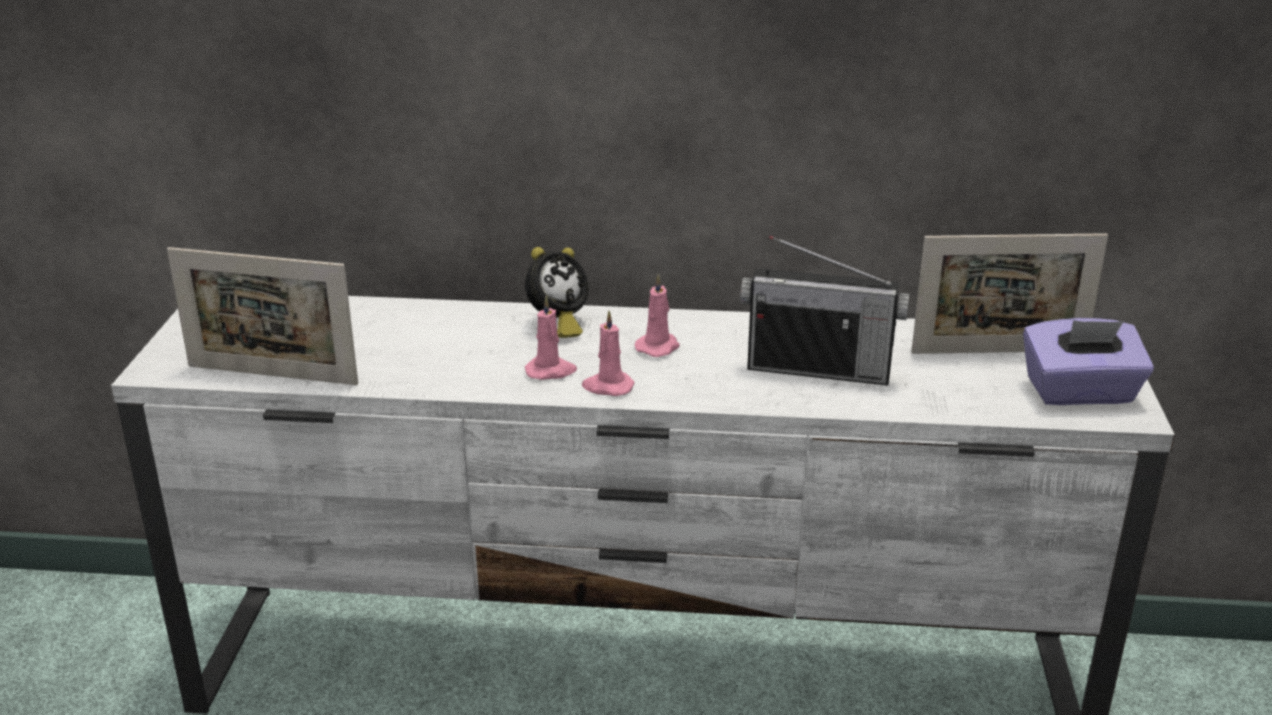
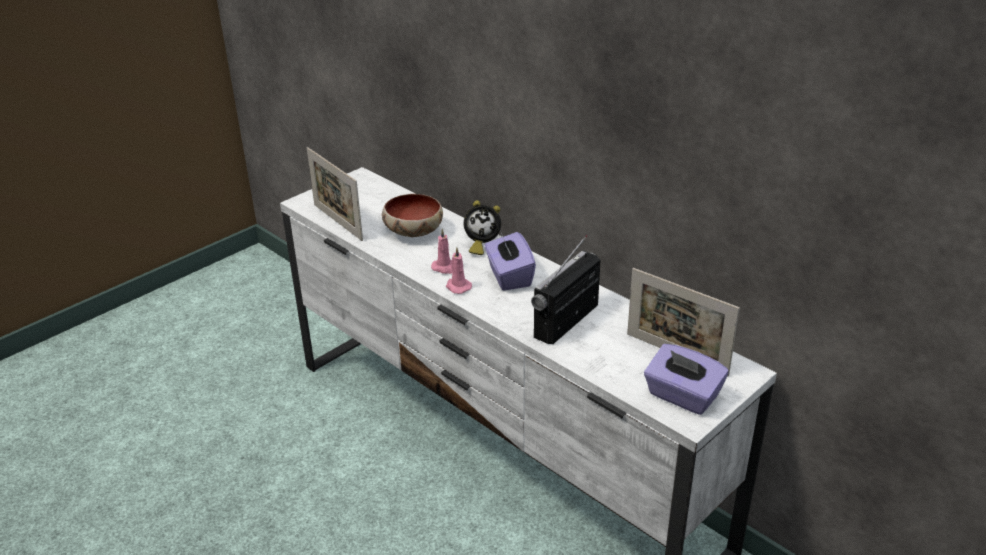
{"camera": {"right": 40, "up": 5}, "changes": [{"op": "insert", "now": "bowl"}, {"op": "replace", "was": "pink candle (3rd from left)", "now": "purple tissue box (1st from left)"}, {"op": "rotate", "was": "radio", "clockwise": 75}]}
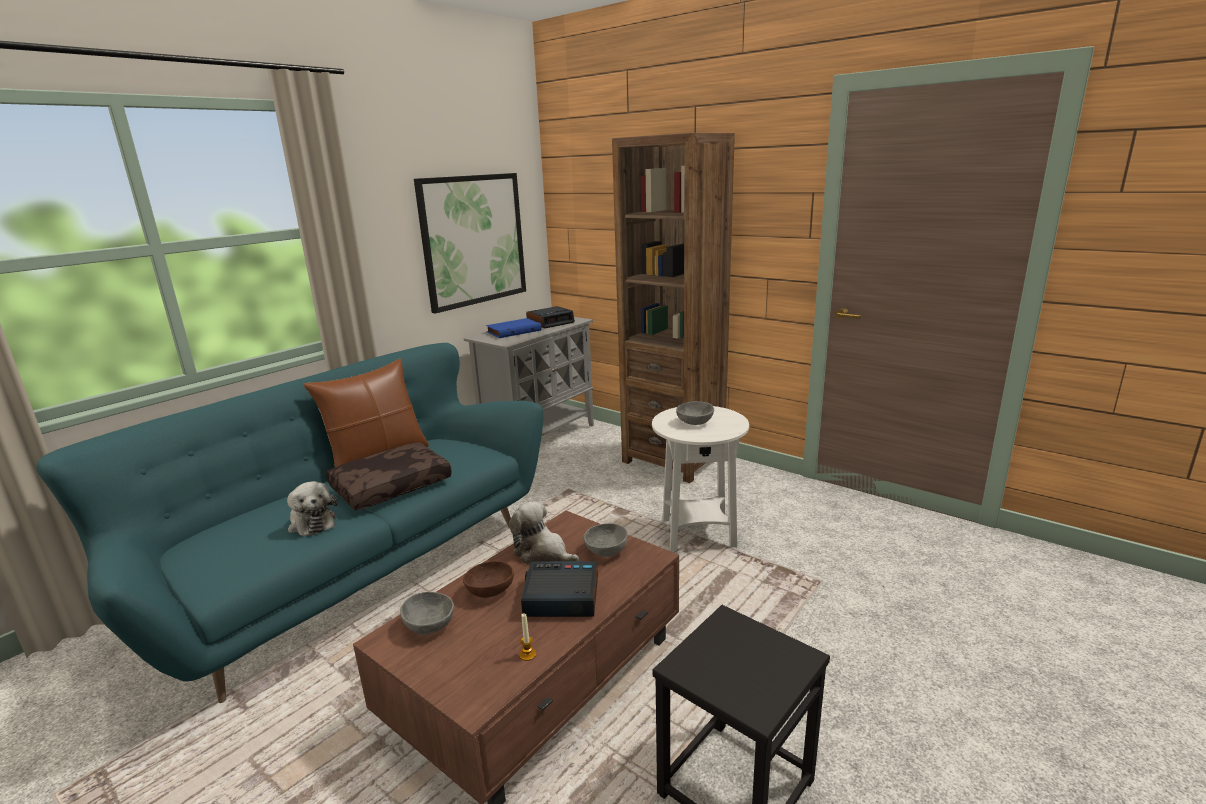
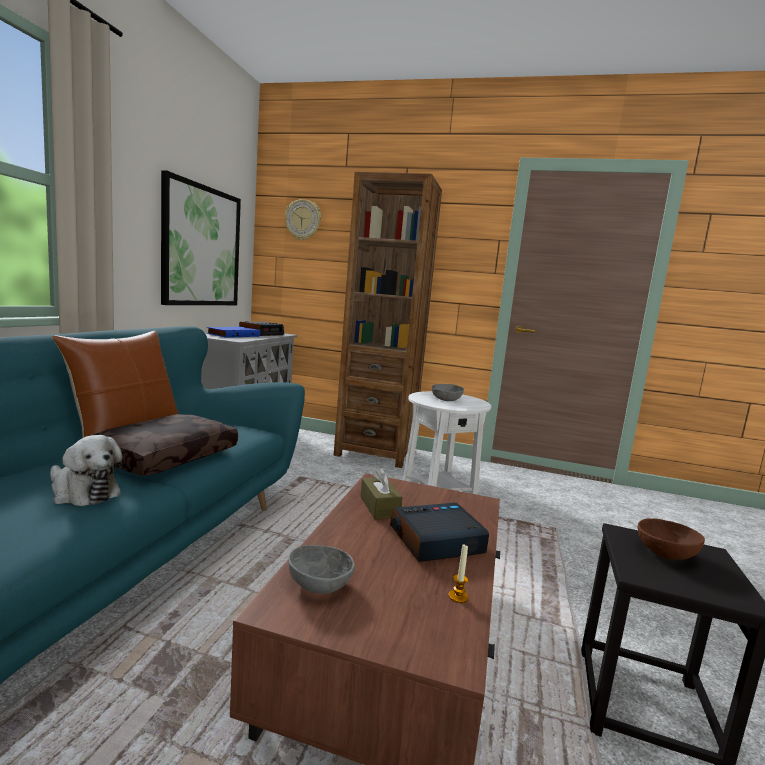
{"camera": {"right": -25, "up": -10}, "changes": [{"op": "delete", "was": "grey bowl (2nd from left)"}, {"op": "insert", "now": "wall clock"}, {"op": "move", "was": "brown bowl"}, {"op": "replace", "was": "plush toy (2nd from left)", "now": "brown tissue box"}]}
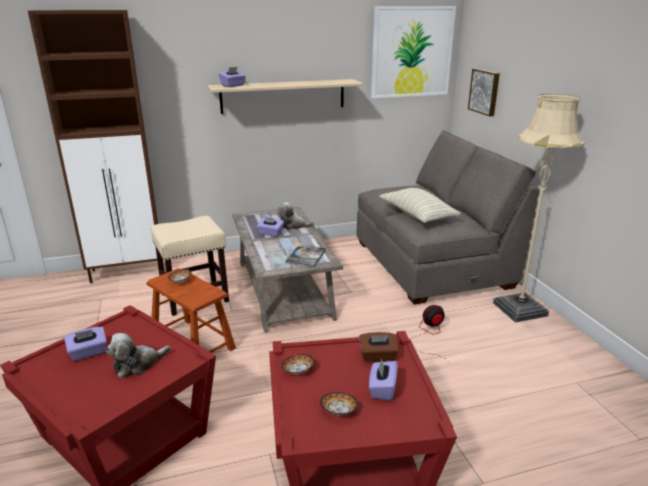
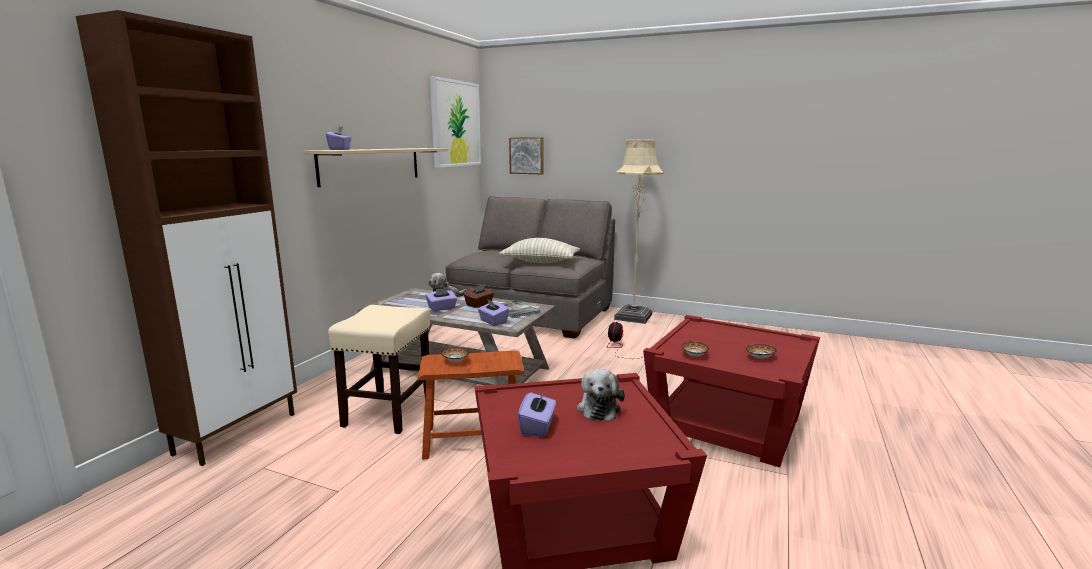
{"camera": {"right": -50, "up": -10}, "changes": [{"op": "move", "was": "brown tissue box"}, {"op": "move", "was": "purple tissue box (4th from left in the first image)", "now": "purple tissue box (3rd from left)"}]}
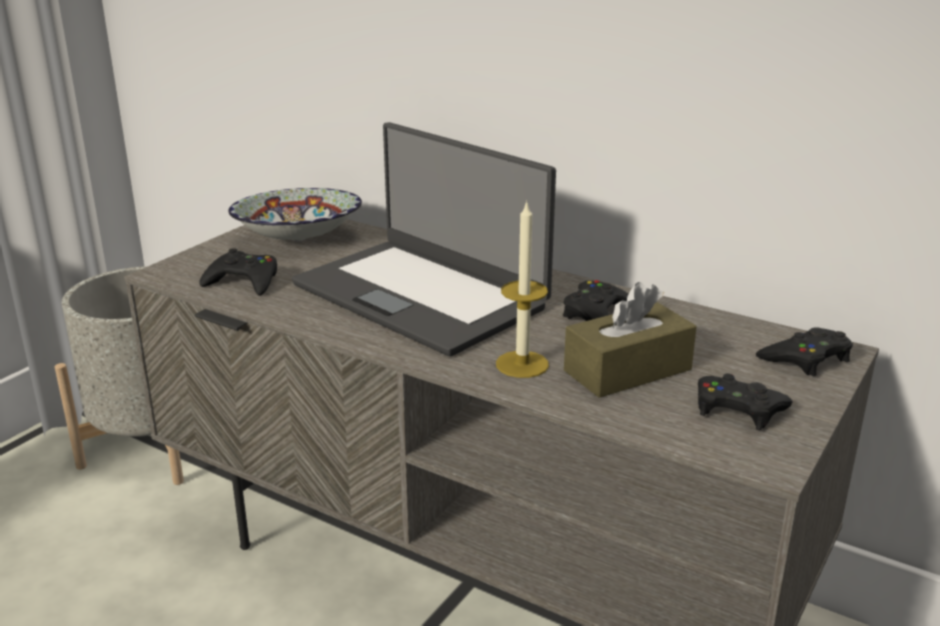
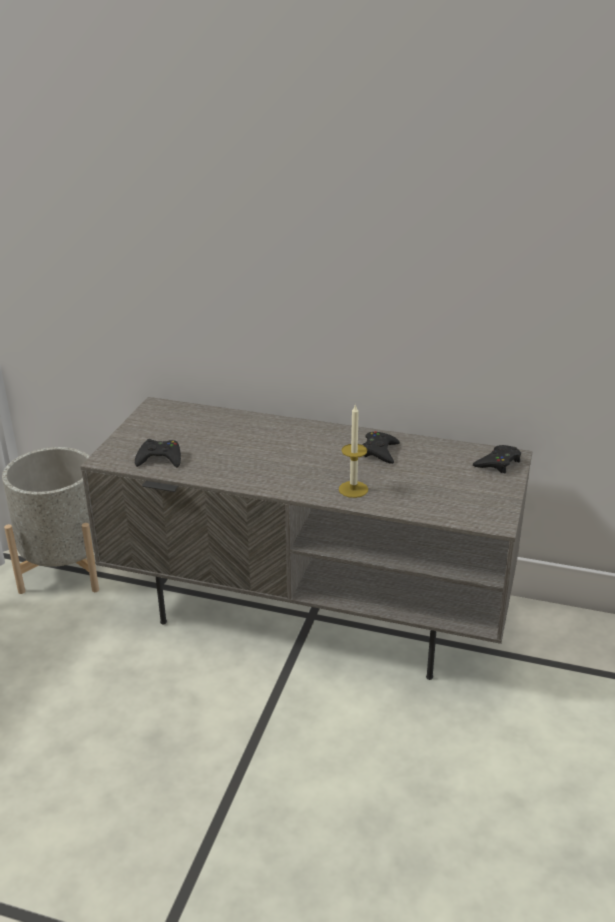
{"camera": {"right": -15, "up": 5}, "changes": [{"op": "delete", "was": "bowl"}, {"op": "delete", "was": "laptop"}, {"op": "delete", "was": "brown tissue box"}, {"op": "delete", "was": "black game controller (3rd from left)"}]}
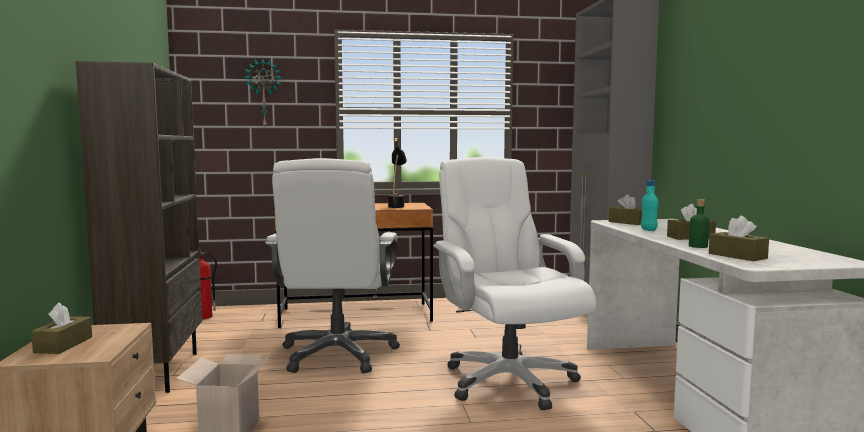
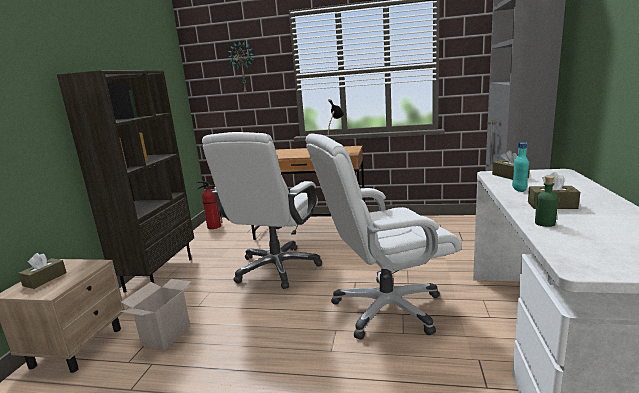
{"camera": {"right": 20, "up": 10}, "changes": [{"op": "delete", "was": "brown tissue box (4th from left)"}, {"op": "rotate", "was": "white office chair (2nd from left)", "clockwise": -105}]}
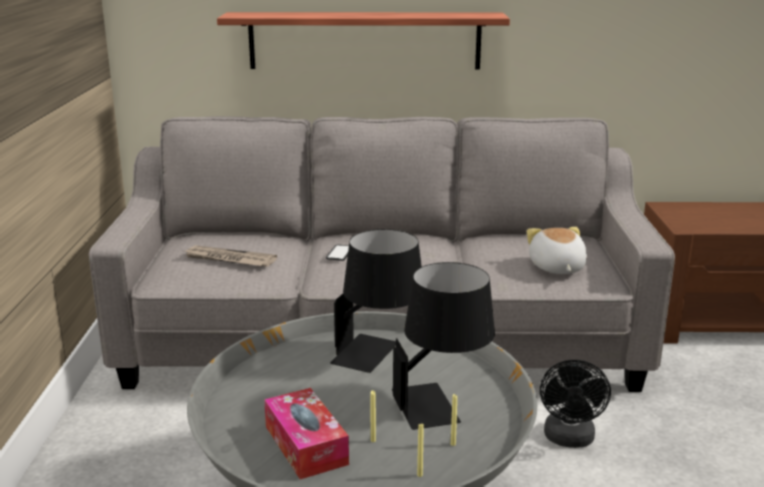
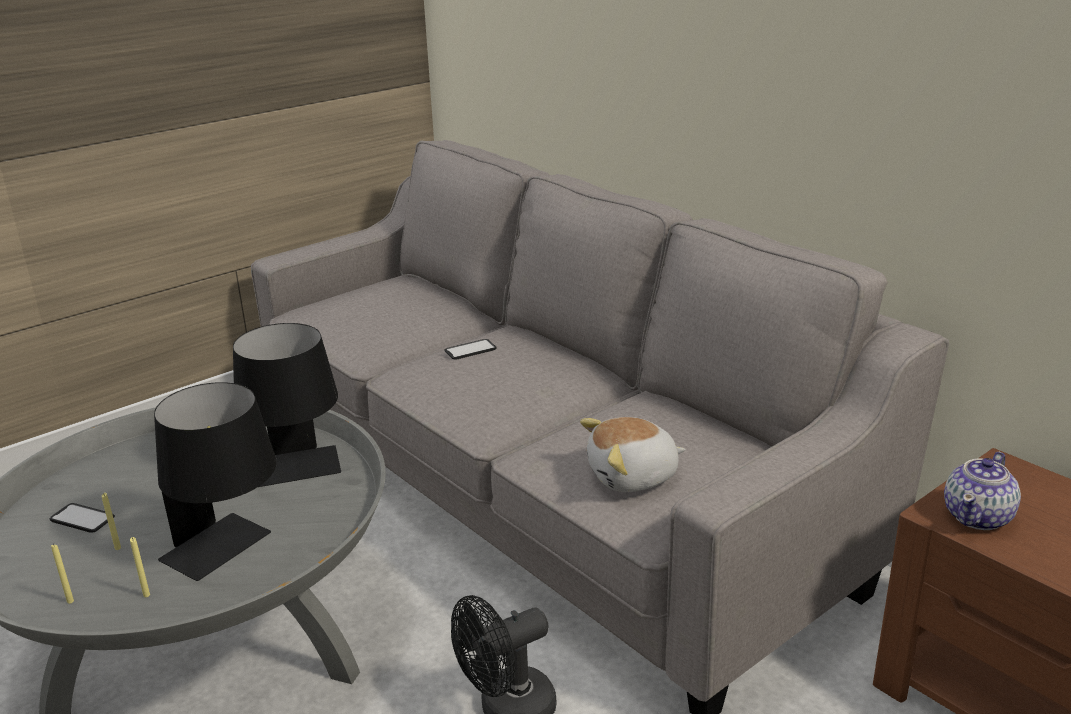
{"camera": {"right": 50, "up": 5}, "changes": [{"op": "delete", "was": "newspaper"}, {"op": "delete", "was": "shelf"}, {"op": "insert", "now": "teapot"}, {"op": "replace", "was": "tissue box", "now": "phone (1st from left)"}, {"op": "rotate", "was": "plush toy", "clockwise": -150}]}
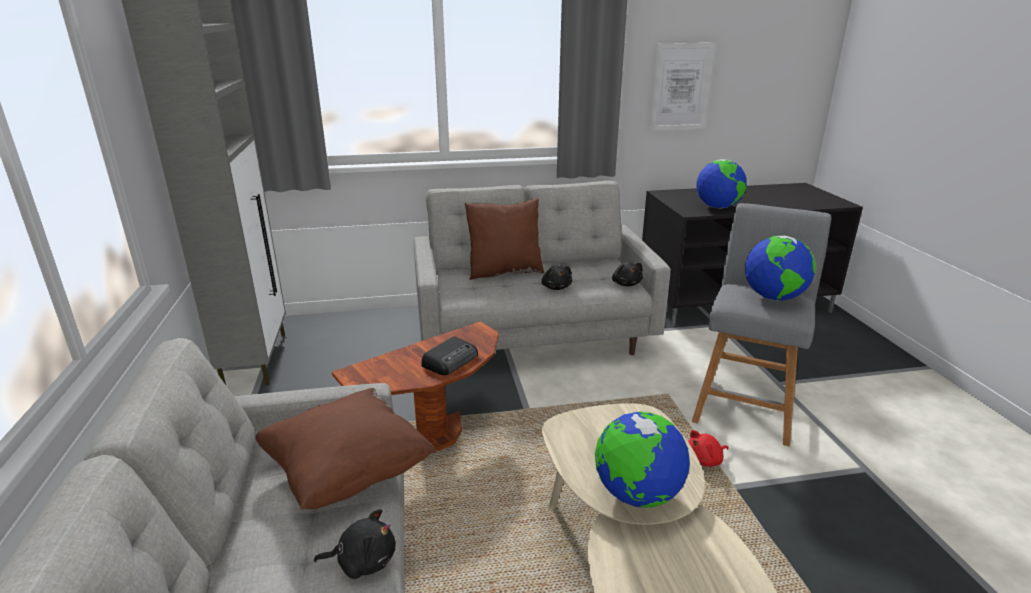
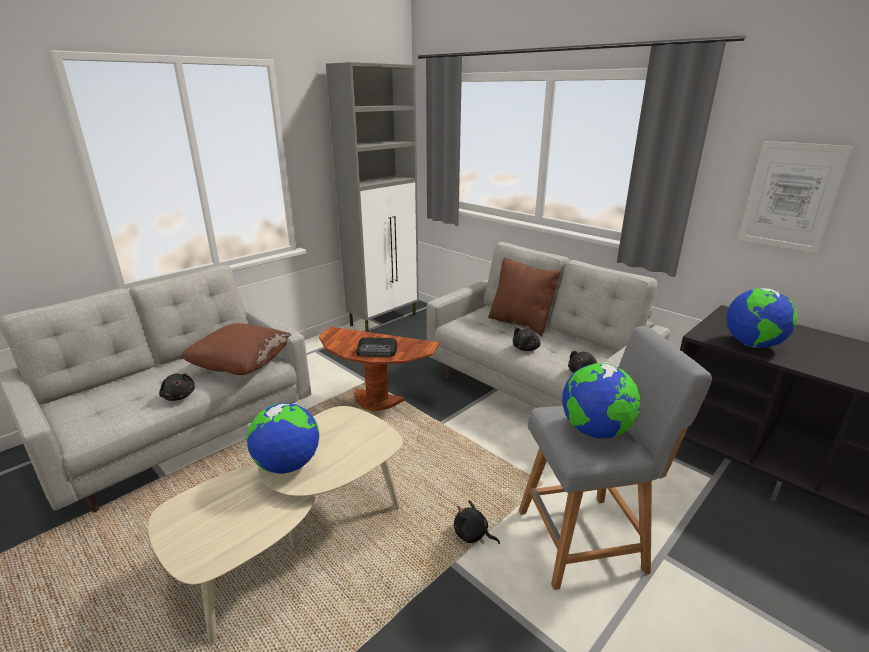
{"camera": {"right": 55, "up": 0}, "changes": [{"op": "recolor", "was": "red plush toy", "now": "black plush toy (2nd from left)"}]}
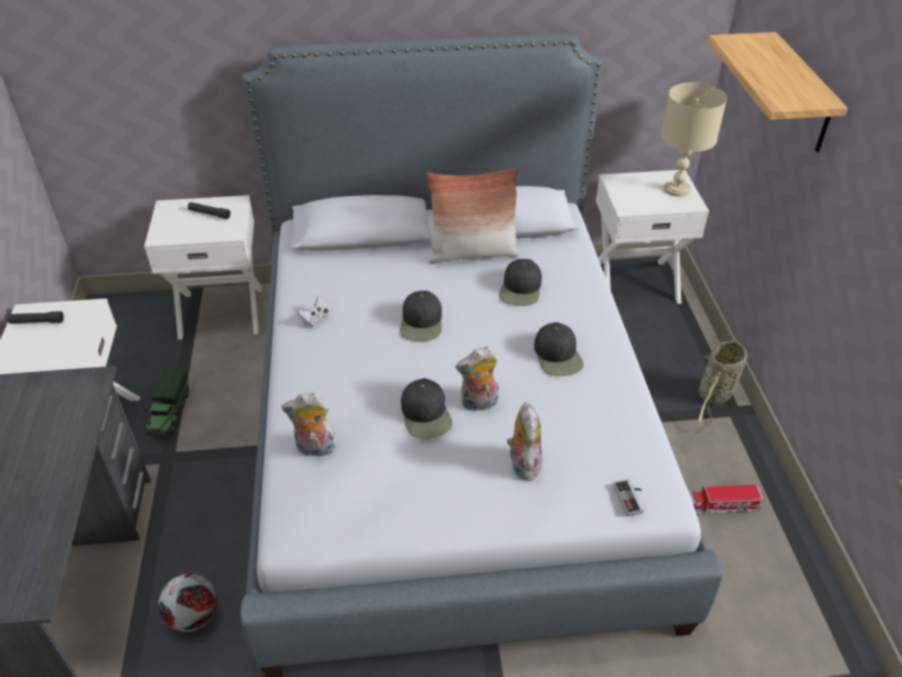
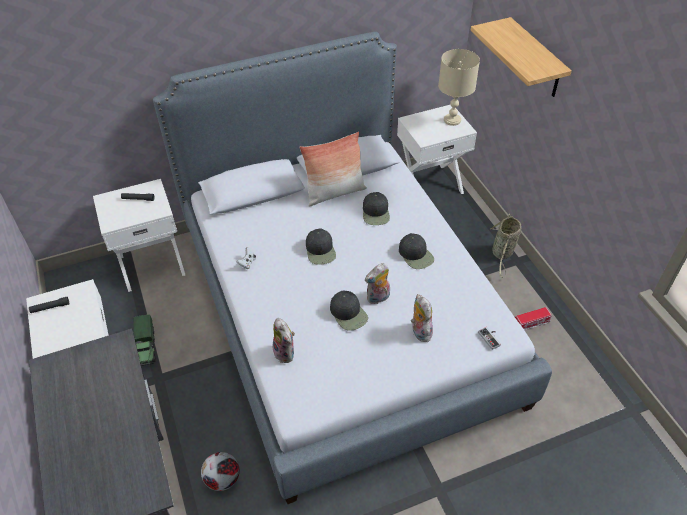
{"camera": {"right": -15, "up": 5}, "changes": [{"op": "rotate", "was": "plush toy (1st from left)", "clockwise": -105}]}
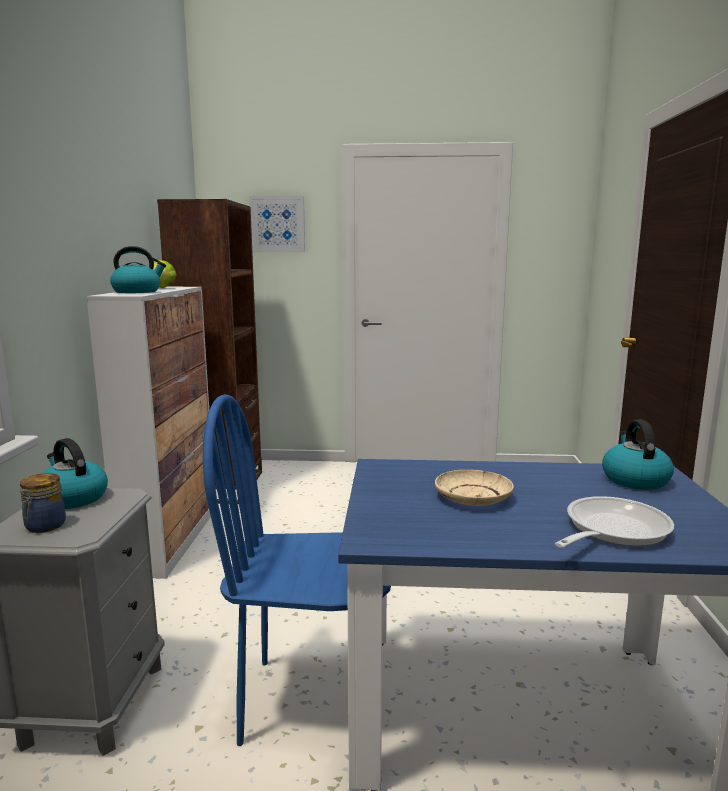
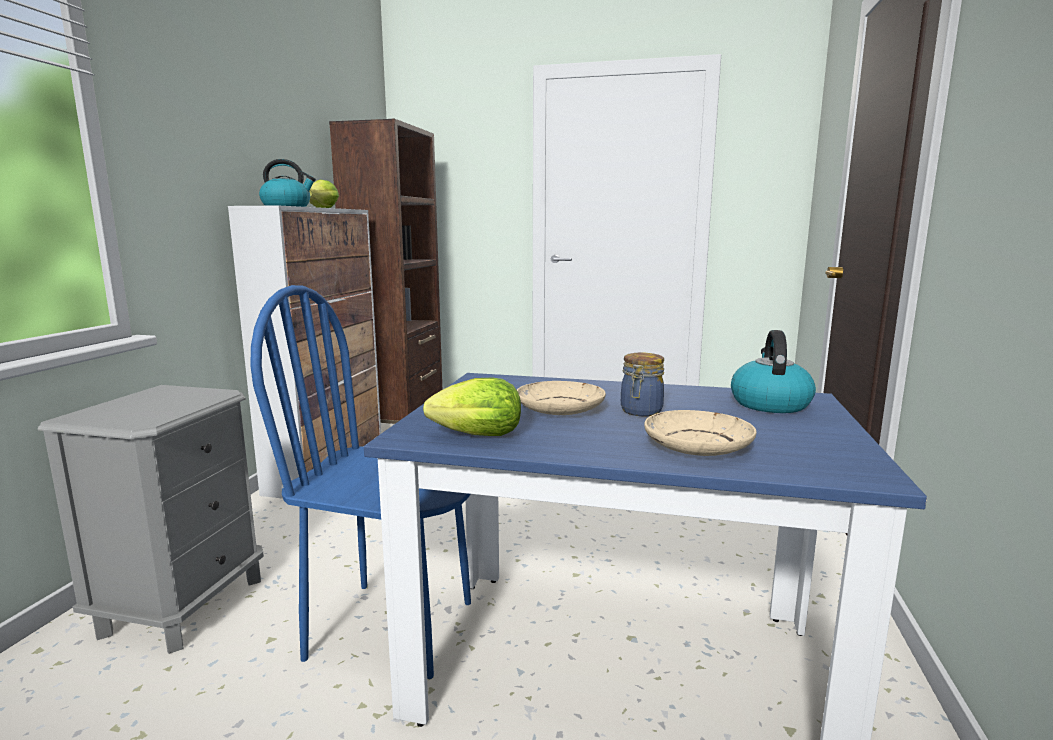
{"camera": {"right": 10, "up": 0}, "changes": [{"op": "delete", "was": "kettle (1st from left)"}, {"op": "delete", "was": "picture"}, {"op": "insert", "now": "lettuce (2nd from left)"}, {"op": "move", "was": "jar"}, {"op": "replace", "was": "frying pan", "now": "beige plate (2nd from left)"}]}
